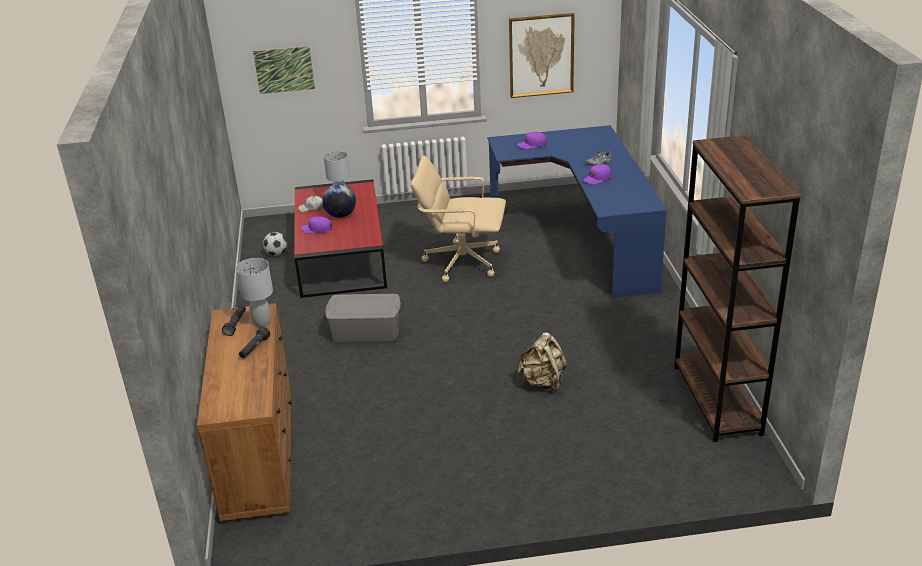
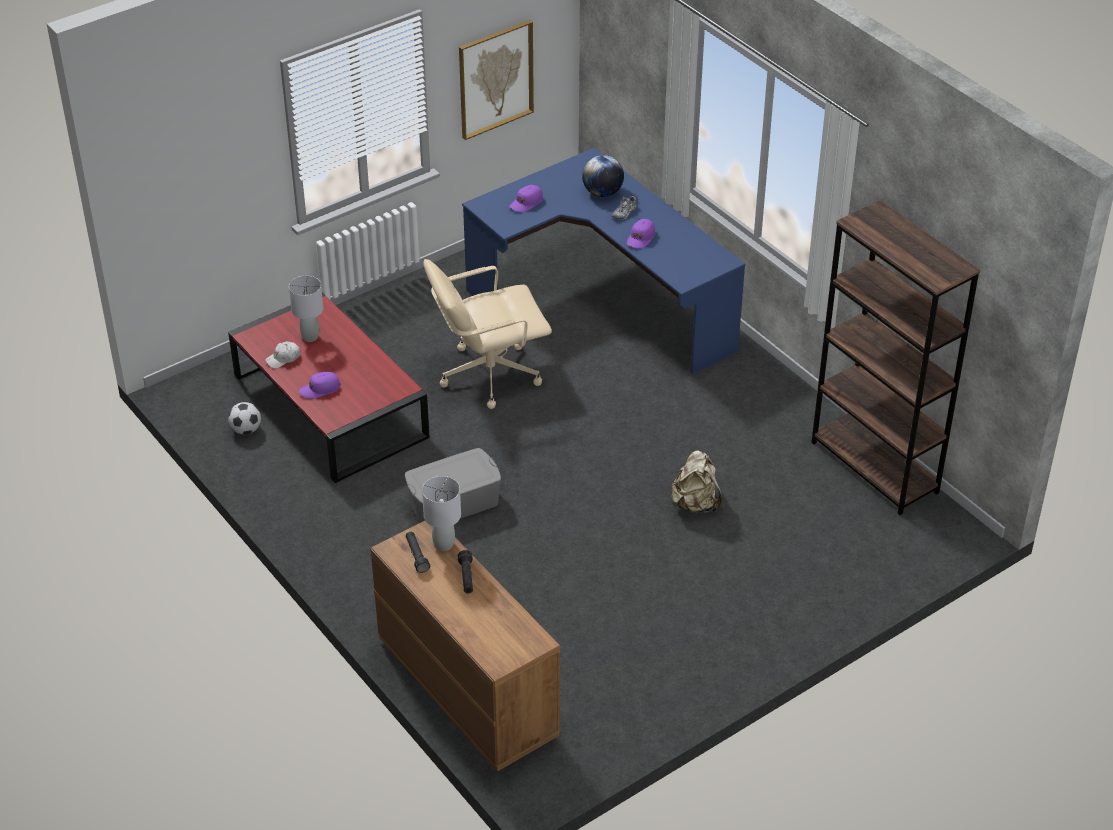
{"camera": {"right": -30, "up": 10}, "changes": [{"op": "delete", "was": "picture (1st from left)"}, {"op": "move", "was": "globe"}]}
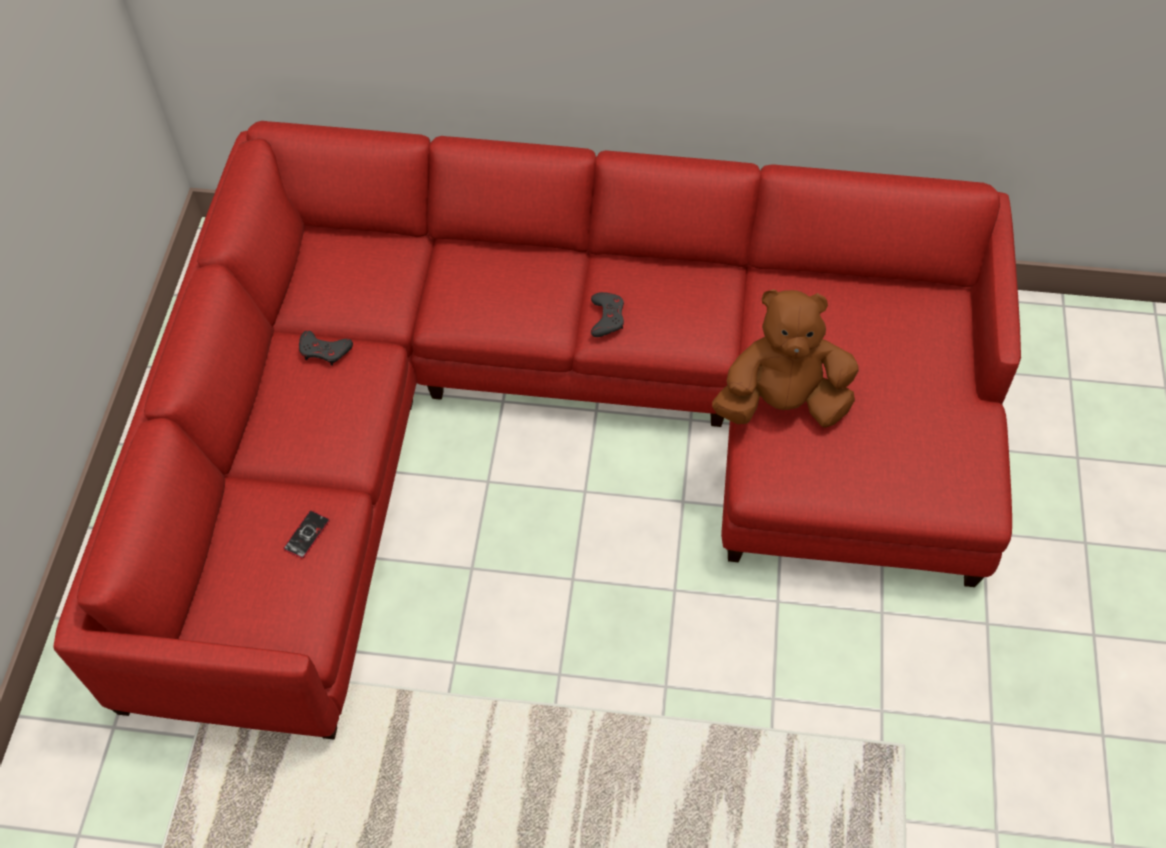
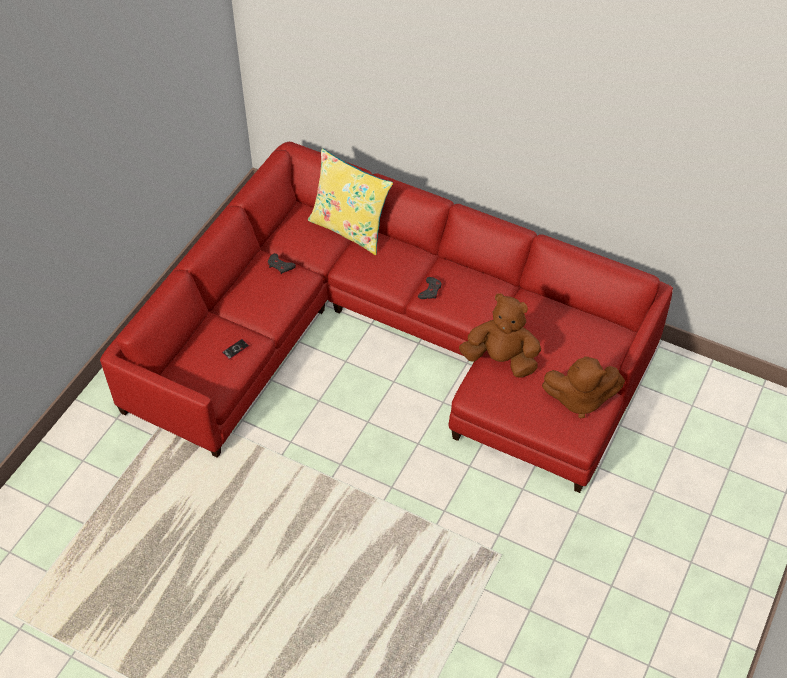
{"camera": {"right": 20, "up": -5}, "changes": [{"op": "insert", "now": "yellow pillow"}, {"op": "insert", "now": "brown plush toy (2nd from left)"}]}
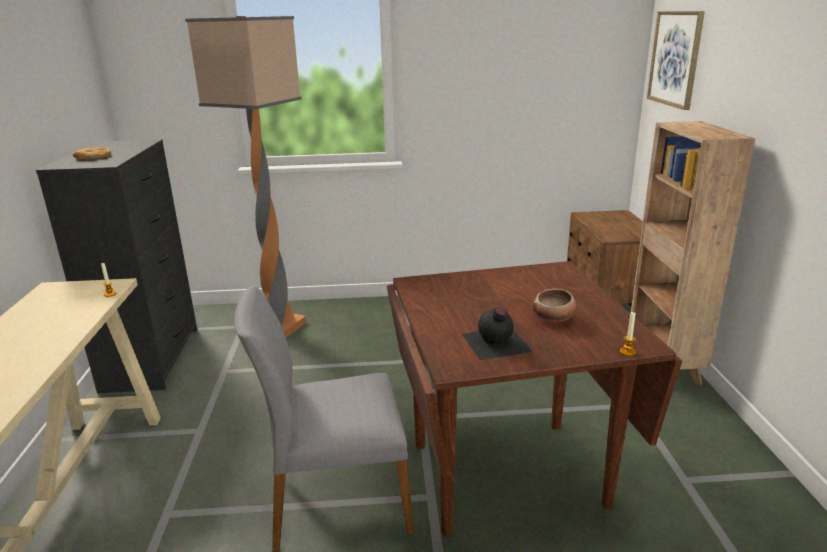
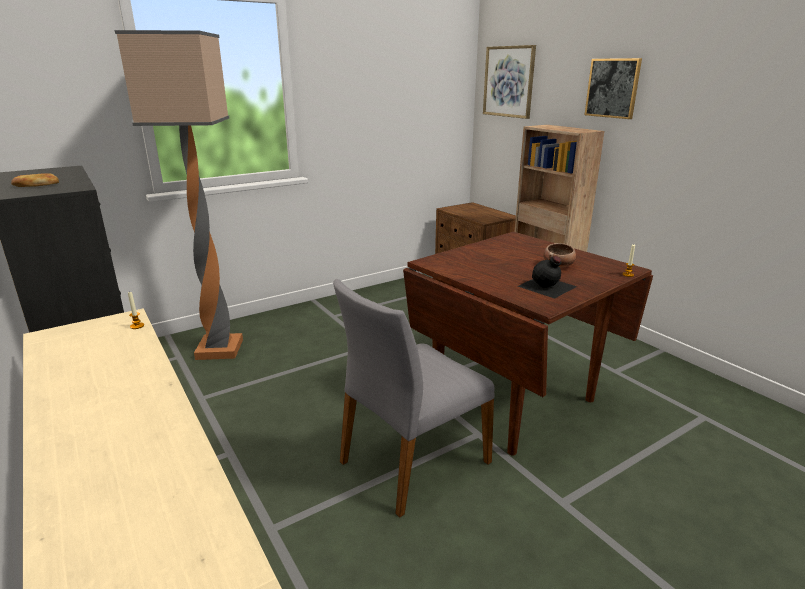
{"camera": {"right": -30, "up": 0}, "changes": [{"op": "insert", "now": "picture (2nd from left)"}]}
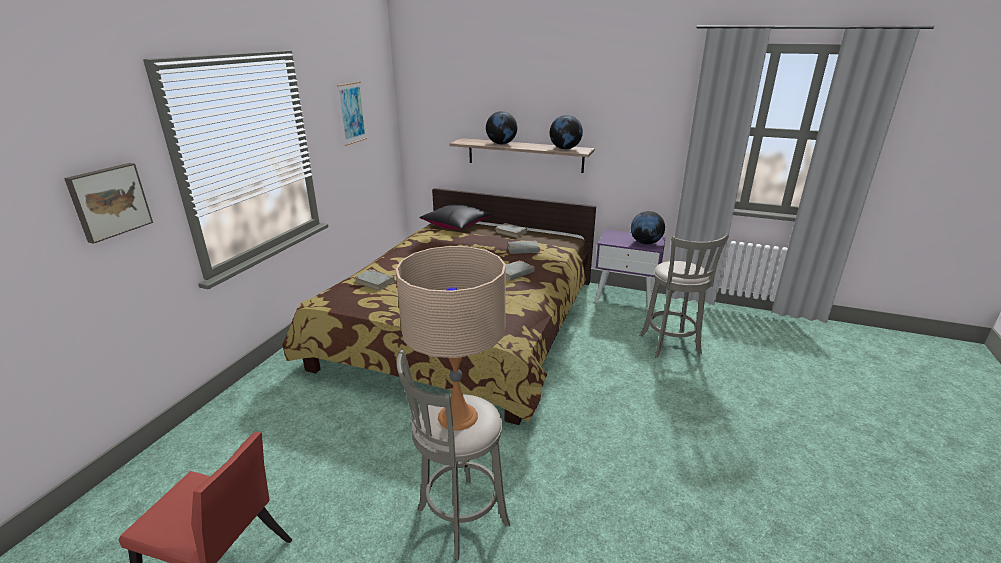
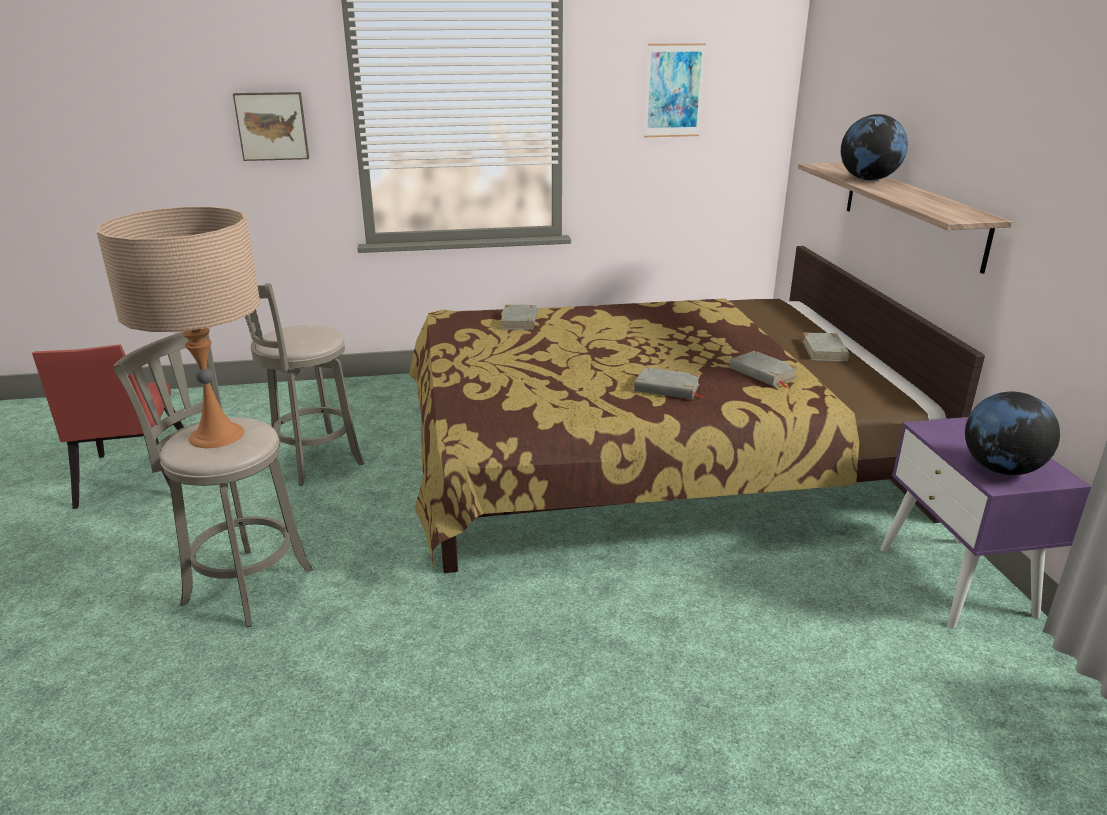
{"camera": {"right": 60, "up": 0}, "changes": [{"op": "delete", "was": "black pillow"}, {"op": "delete", "was": "globe (2nd from left)"}, {"op": "move", "was": "grey stool (2nd from left)"}]}
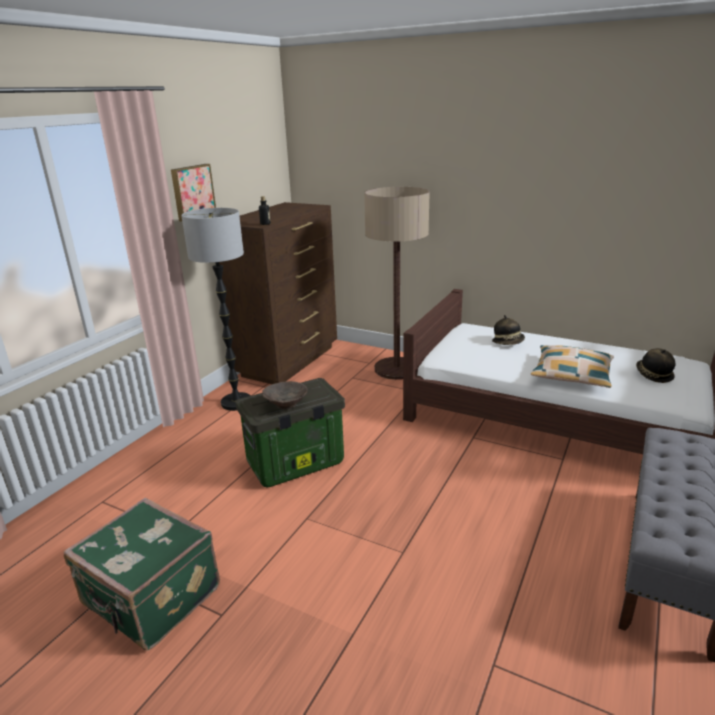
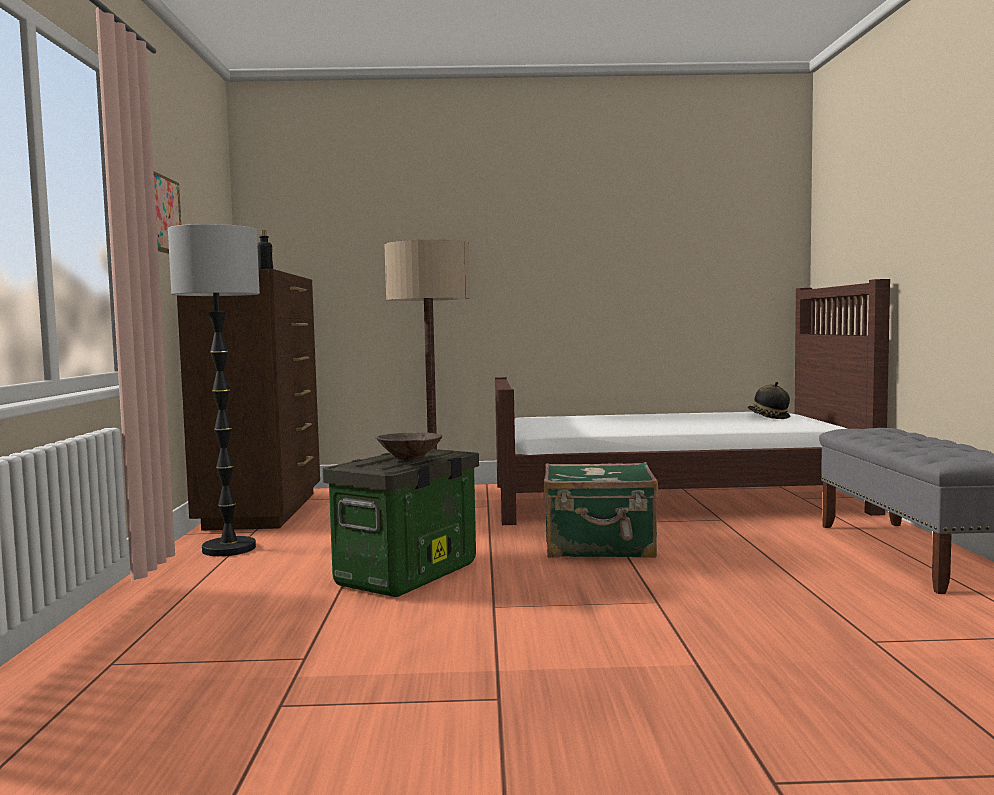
{"camera": {"right": -30, "up": -20}, "changes": [{"op": "delete", "was": "hat (1st from left)"}, {"op": "delete", "was": "pillow"}, {"op": "move", "was": "green suitcase"}]}
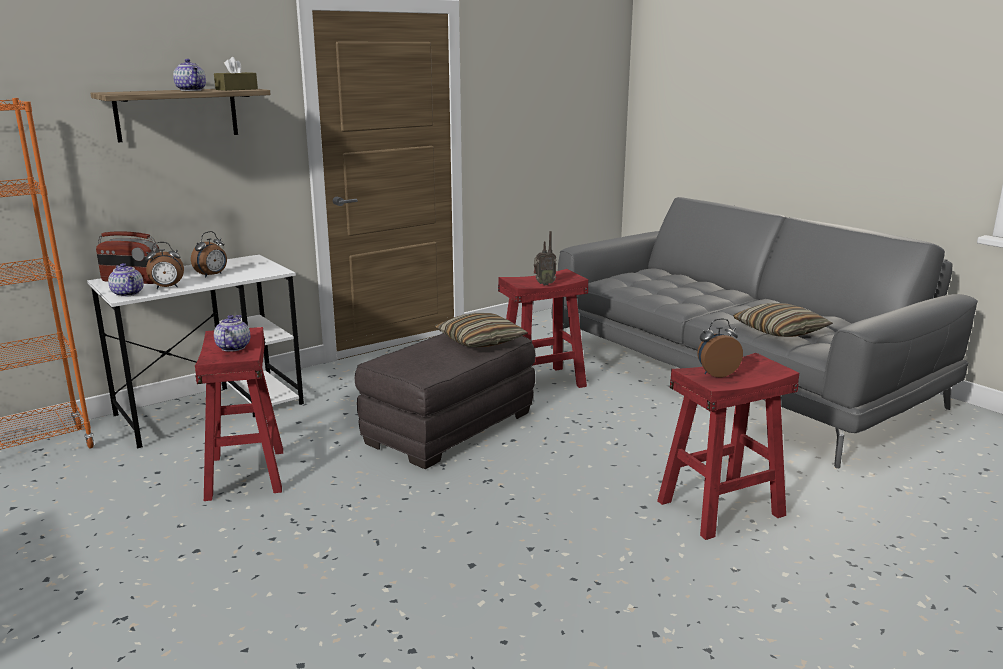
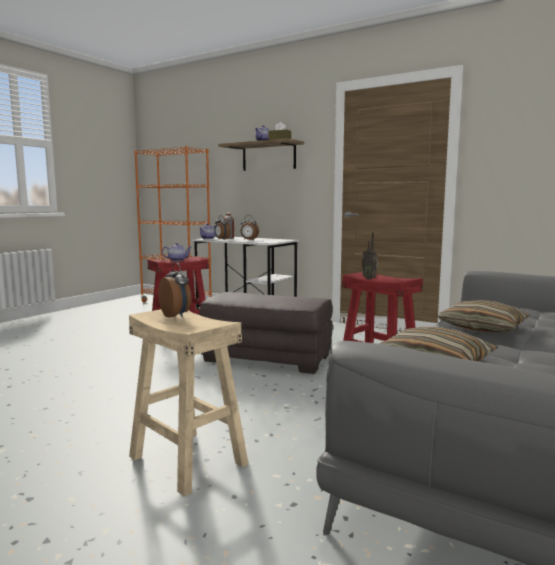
{"camera": {"right": 70, "up": -10}, "changes": [{"op": "move", "was": "pillow (1st from left in the first image)", "now": "pillow (2nd from left)"}, {"op": "recolor", "was": "red stool (3rd from left)", "now": "beige stool"}]}
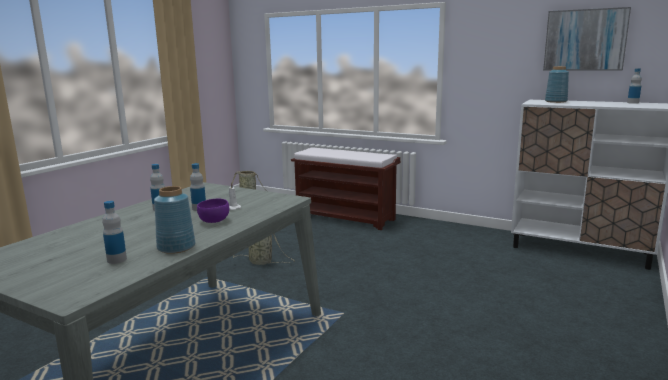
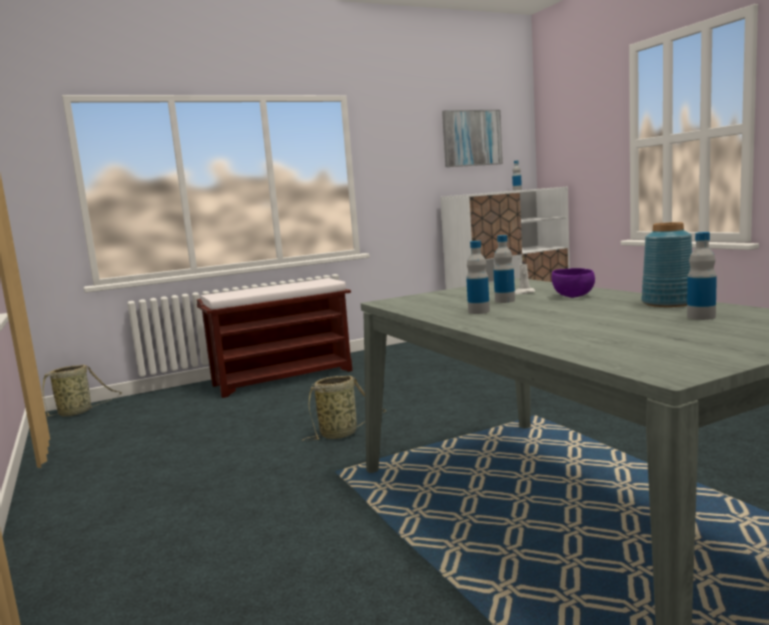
{"camera": {"right": -55, "up": -5}, "changes": [{"op": "delete", "was": "blue vase (2nd from left)"}]}
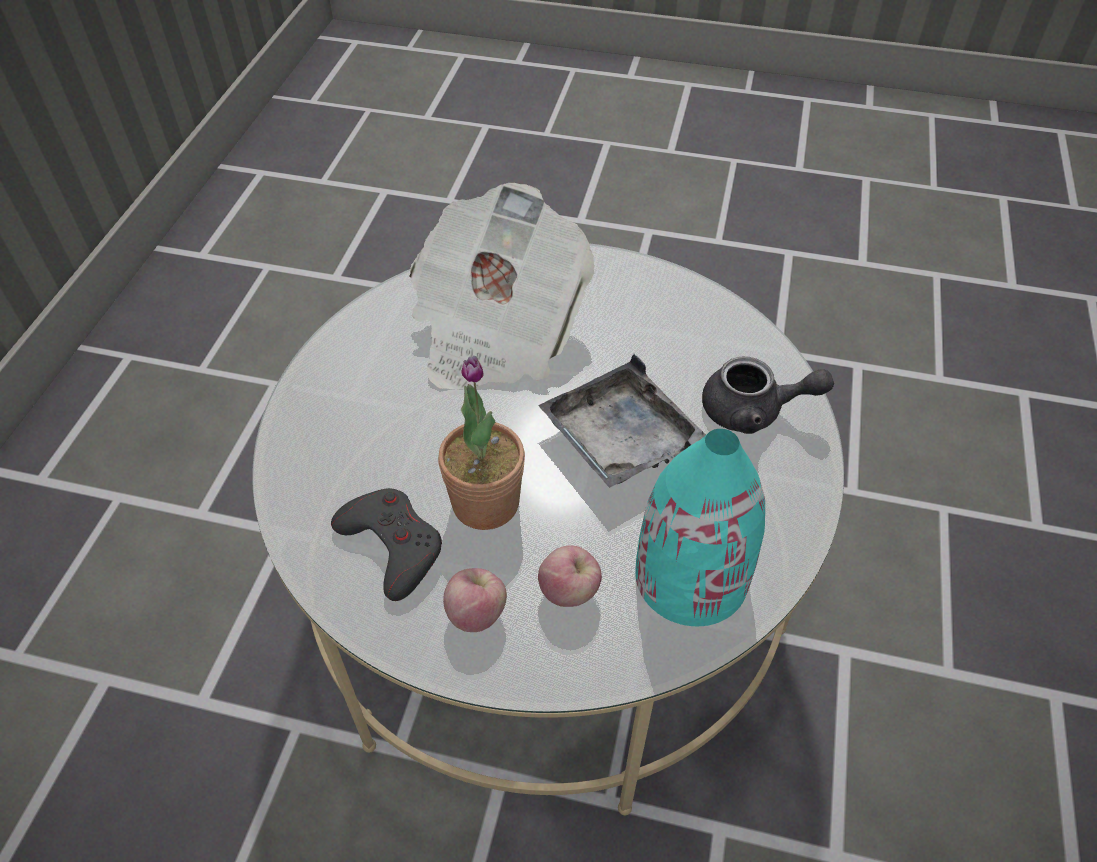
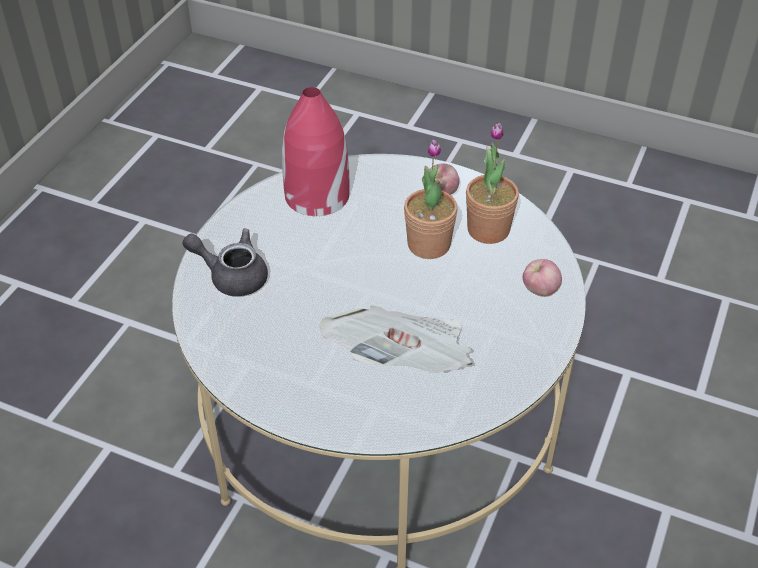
{"camera": {"right": -170, "up": -5}, "changes": [{"op": "delete", "was": "grey tray"}, {"op": "move", "was": "apple (2nd from left)"}, {"op": "replace", "was": "grey game controller", "now": "potted plant (2nd from left)"}, {"op": "recolor", "was": "turquoise vase", "now": "red vase"}]}
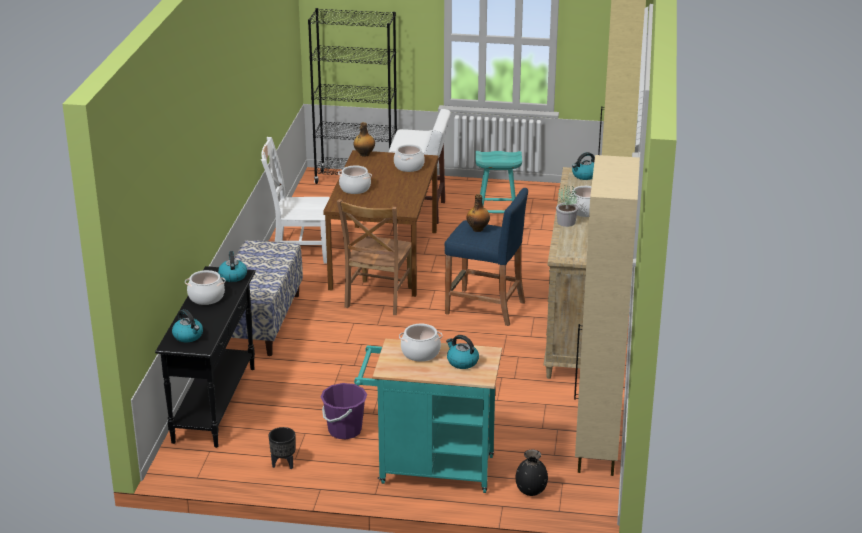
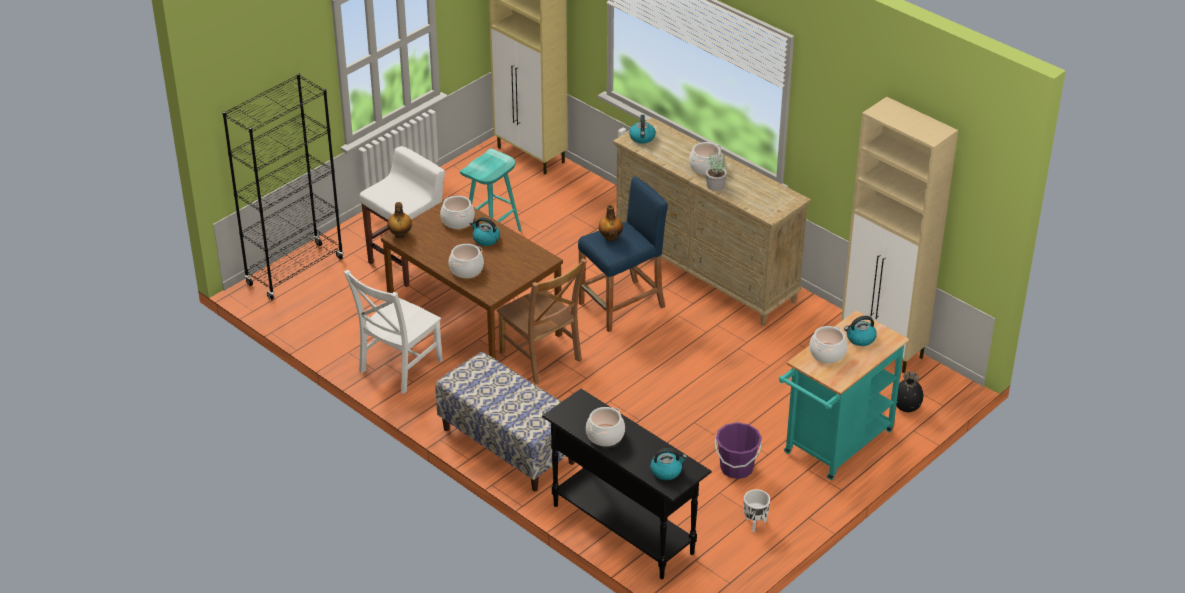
{"camera": {"right": -55, "up": 10}, "changes": [{"op": "move", "was": "kettle (2nd from left in the first image)", "now": "kettle (1st from left)"}, {"op": "recolor", "was": "black planter", "now": "white planter"}]}
